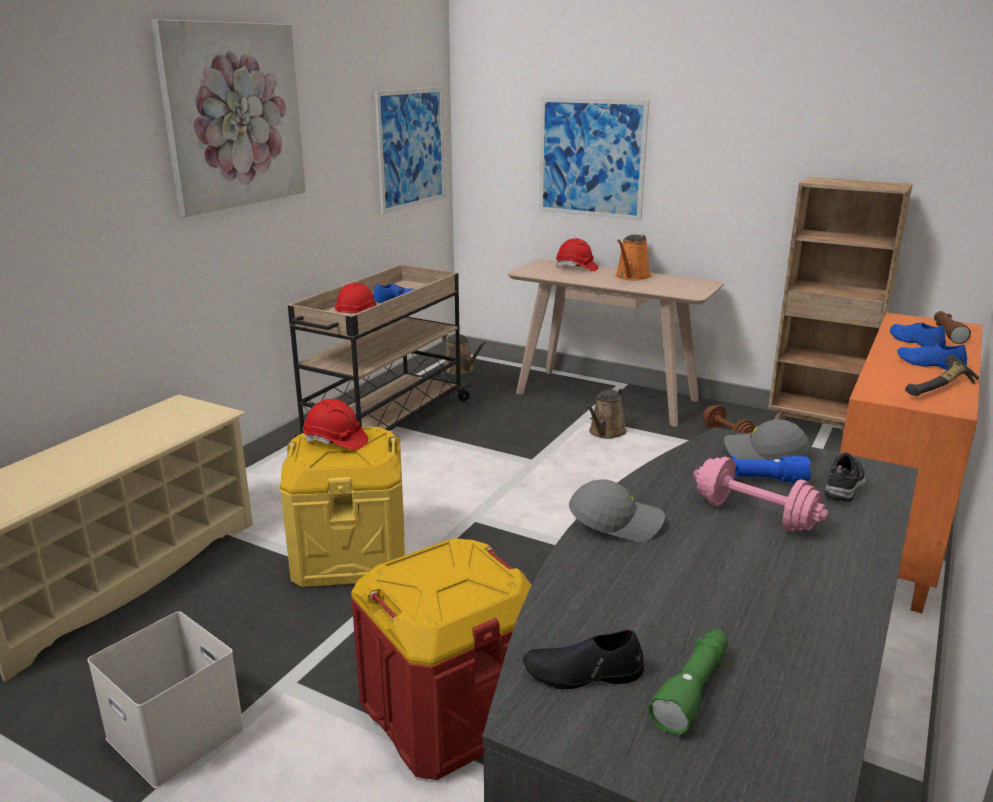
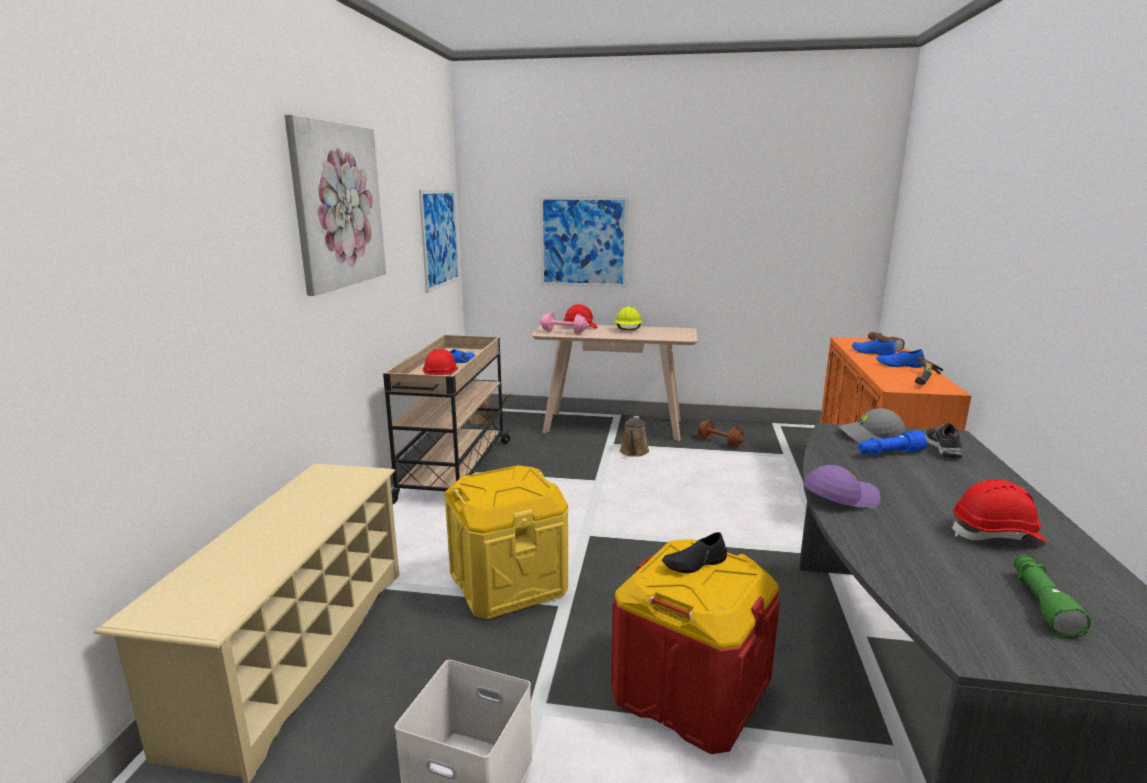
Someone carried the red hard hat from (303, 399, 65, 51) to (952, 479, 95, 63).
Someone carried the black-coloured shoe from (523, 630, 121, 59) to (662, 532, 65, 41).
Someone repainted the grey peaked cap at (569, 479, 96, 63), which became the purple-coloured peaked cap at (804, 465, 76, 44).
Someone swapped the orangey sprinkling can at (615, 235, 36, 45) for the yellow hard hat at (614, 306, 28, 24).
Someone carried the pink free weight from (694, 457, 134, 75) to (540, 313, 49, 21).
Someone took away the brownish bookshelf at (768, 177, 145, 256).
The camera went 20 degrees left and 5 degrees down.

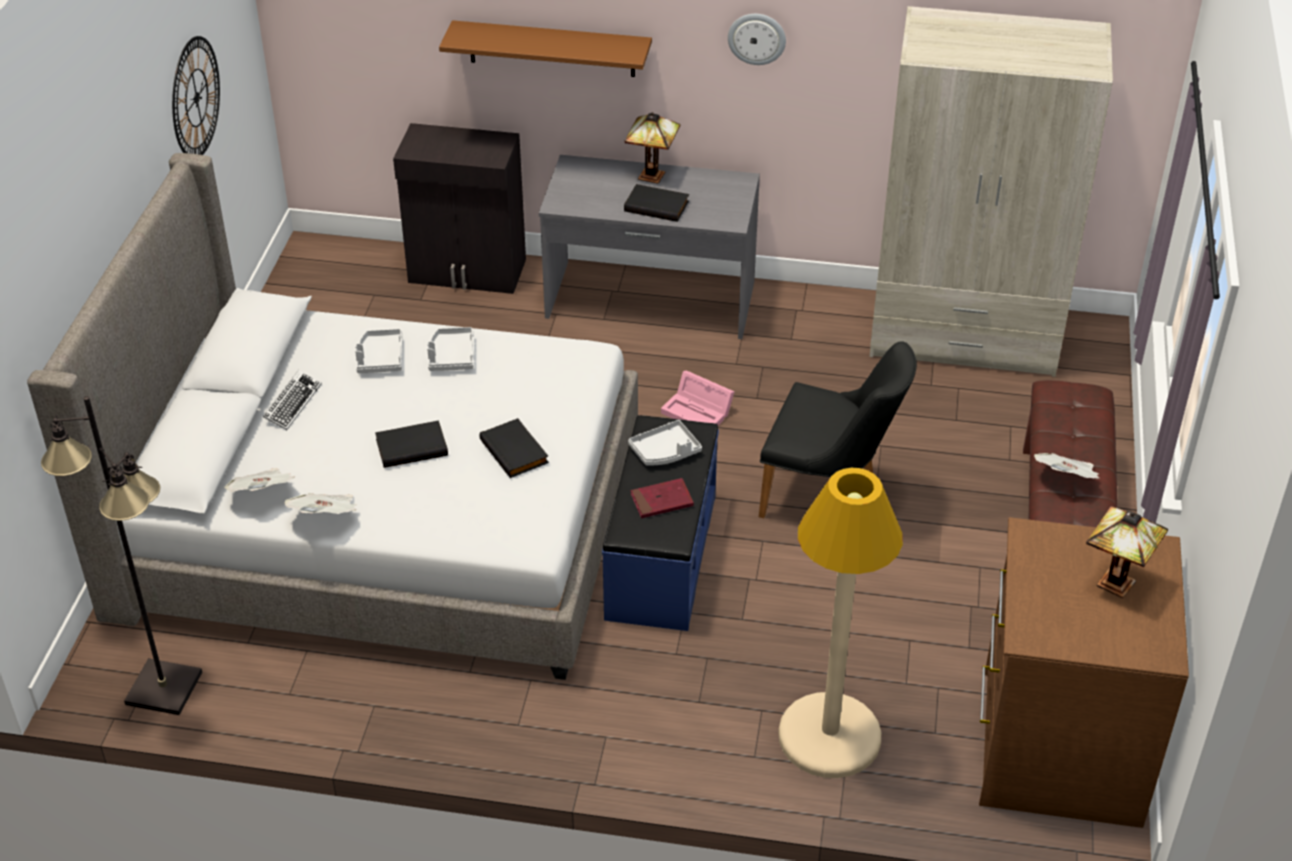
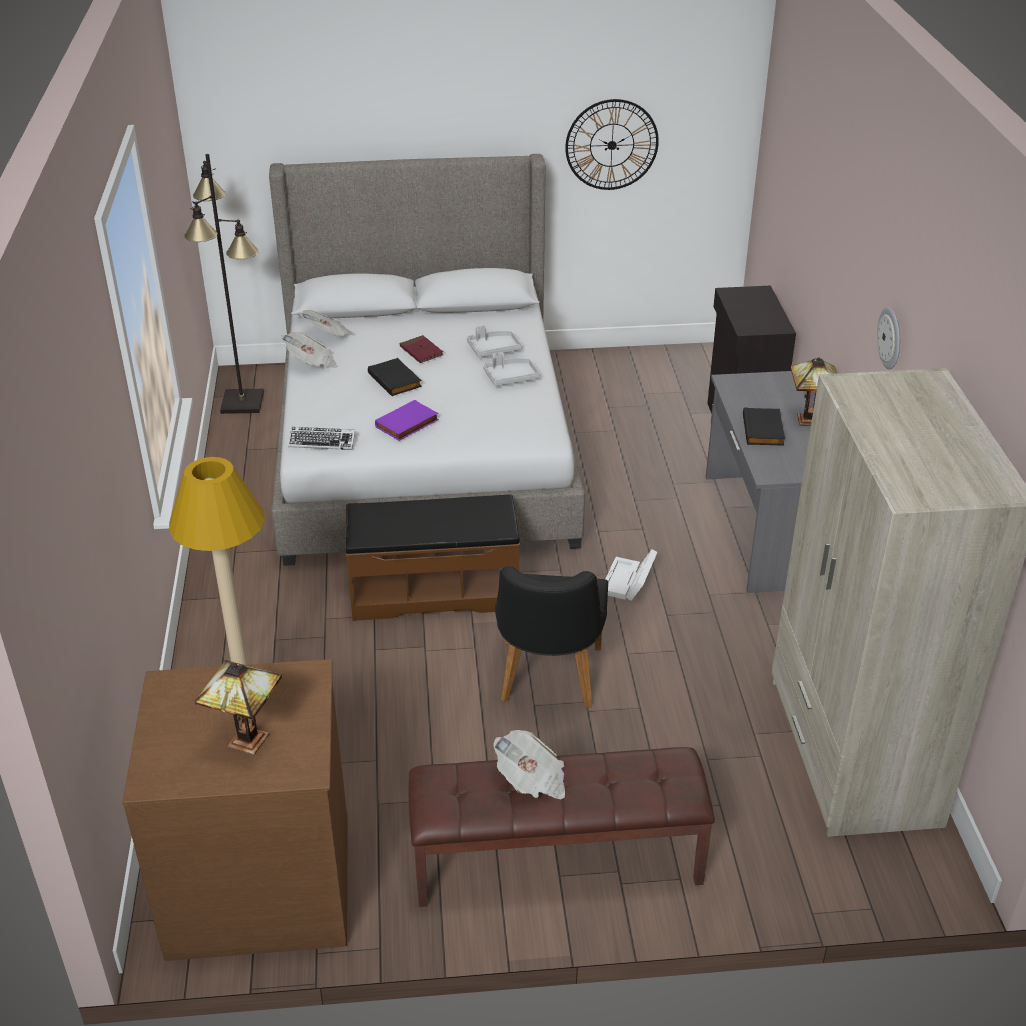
Someone carried the PC keyboard from (263, 370, 59, 60) to (288, 427, 67, 23).
Someone took away the brownish shelf at (439, 20, 213, 57).
Someone repainted the black-coloured volume at (479, 418, 70, 60), which became the purple-coloured volume at (375, 400, 64, 41).
Someone repainted the bluish indoor bench at (602, 415, 117, 216), which became the brownish indoor bench at (345, 494, 175, 127).
Someone took away the grey serving tray at (628, 420, 74, 45).
Someone carried the red volume from (631, 478, 63, 40) to (400, 335, 43, 28).
Someone repainted the pink storage bin at (661, 370, 73, 56), which became the white-coloured storage bin at (605, 549, 52, 52).
The camera went 75 degrees right and 5 degrees down.

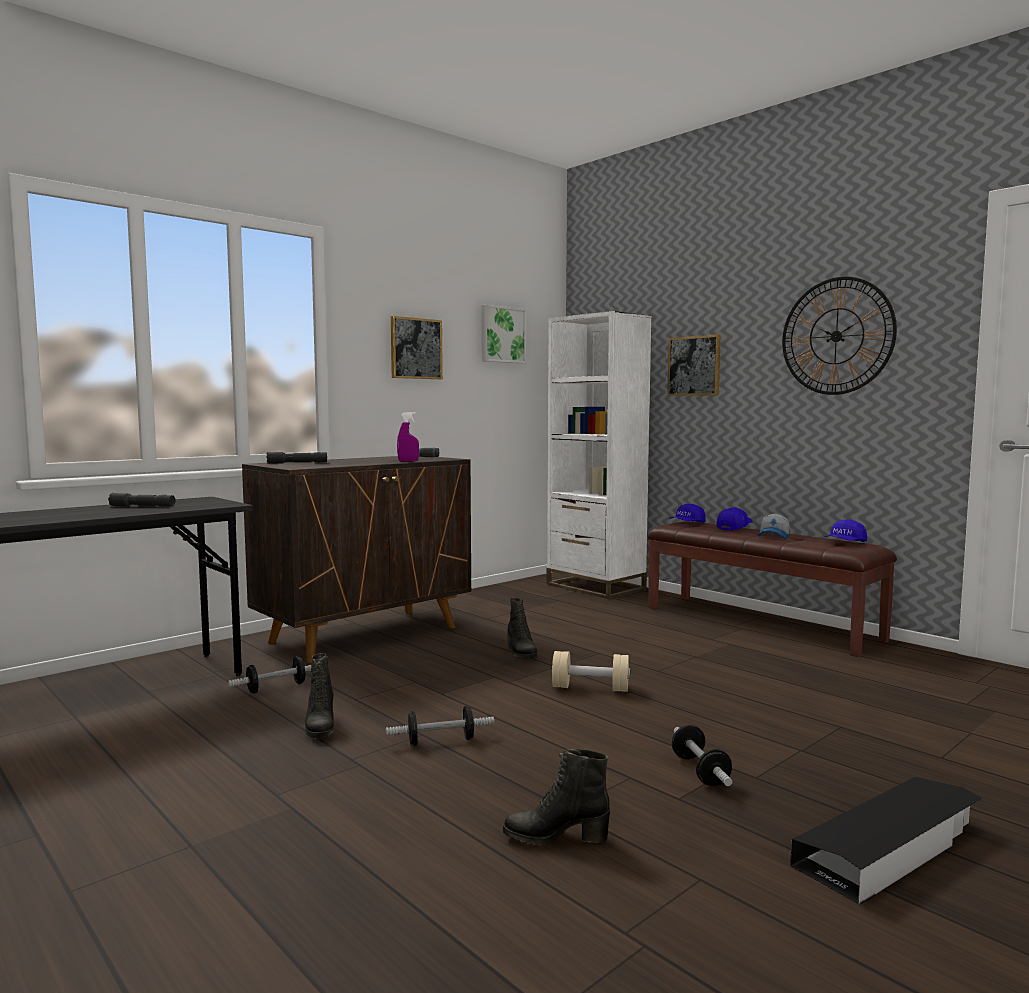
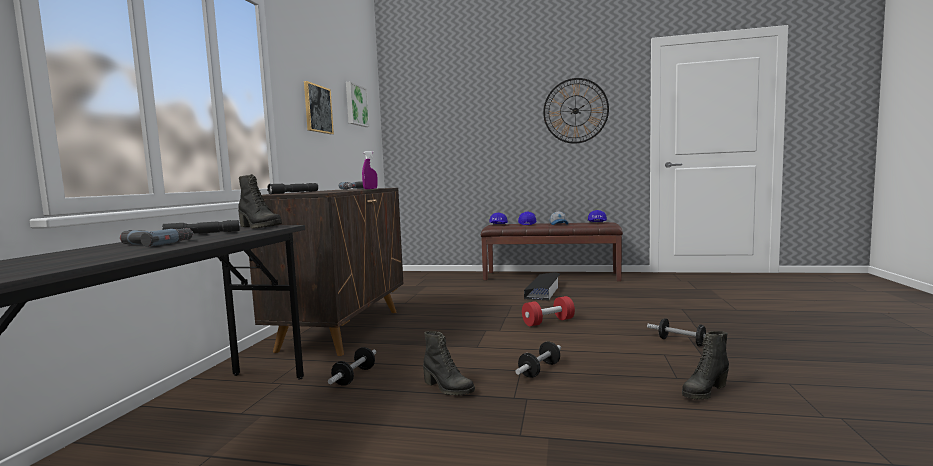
Someone carried the black-coloured boot from (507, 598, 31, 61) to (238, 174, 44, 55).
Someone took away the white-coloured bookshelf at (547, 311, 105, 288).
Someone repainted the beige free weight at (552, 651, 78, 41), which became the red free weight at (522, 296, 53, 30).
Someone took away the wall picture at (667, 334, 54, 62).
Someone carried the black-coloured storage bin from (790, 777, 192, 128) to (524, 272, 37, 29).
Someone put down the power drill at (120, 228, 73, 19).
The camera went 35 degrees left and 0 degrees up.

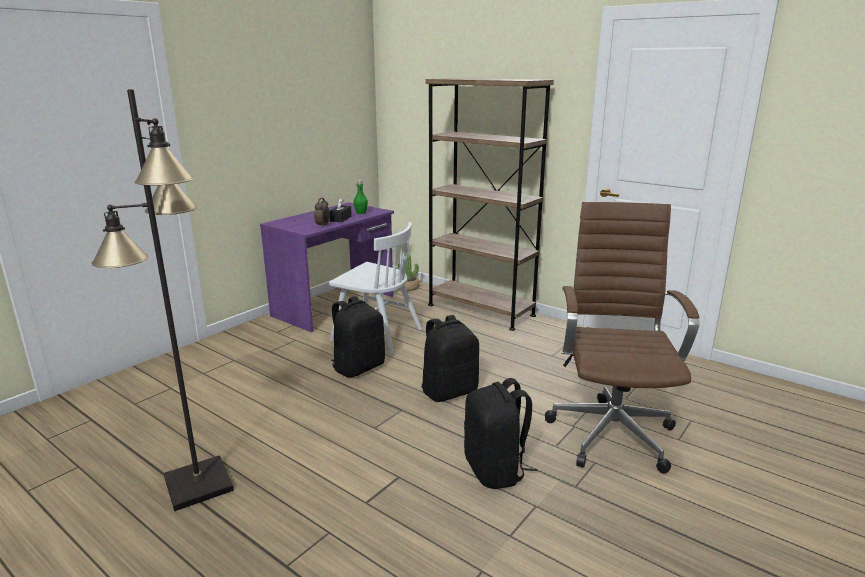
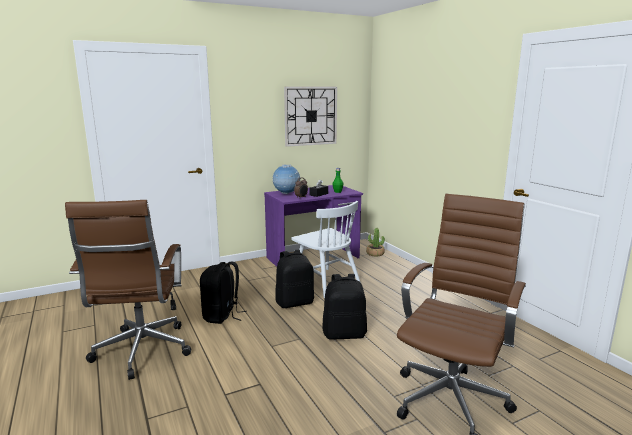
Someone swapped the black-coloured floor lamp at (92, 89, 142, 422) for the brownish computer chair at (65, 200, 126, 180).
Someone took away the brownish bookshelf at (426, 78, 128, 253).
Someone carried the black-coloured backpack from (464, 378, 74, 111) to (200, 261, 47, 63).
Someone put down the world globe at (273, 164, 27, 30).
Someone put up the wall clock at (284, 86, 53, 61).
The camera went 25 degrees right and 5 degrees down.

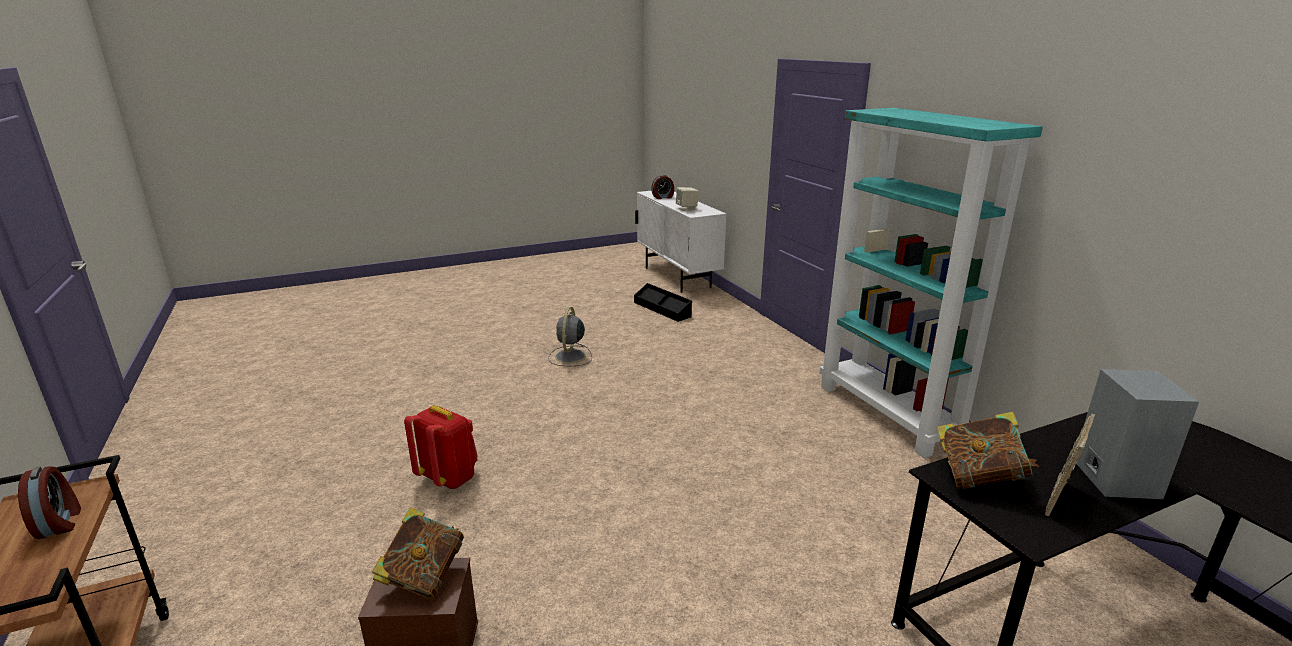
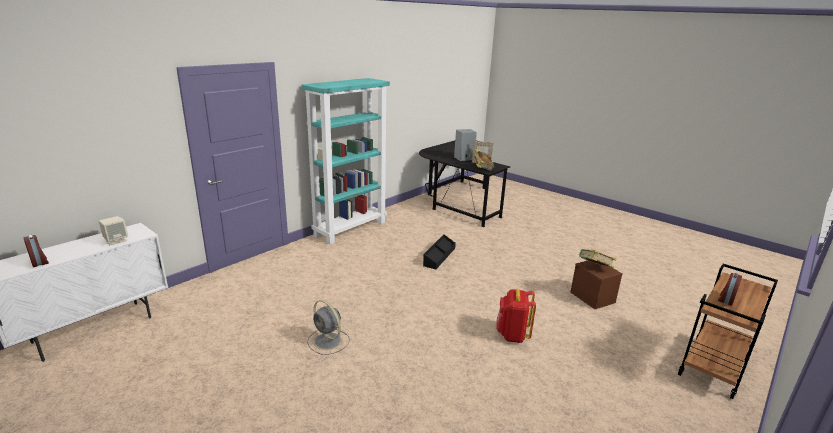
Someone rotated the grey fan at (548, 307, 44, 59) by 60 degrees clockwise.
Someone carried the black-coloured storage bin from (634, 283, 58, 39) to (423, 234, 33, 35).
The camera went 115 degrees left and 0 degrees up.

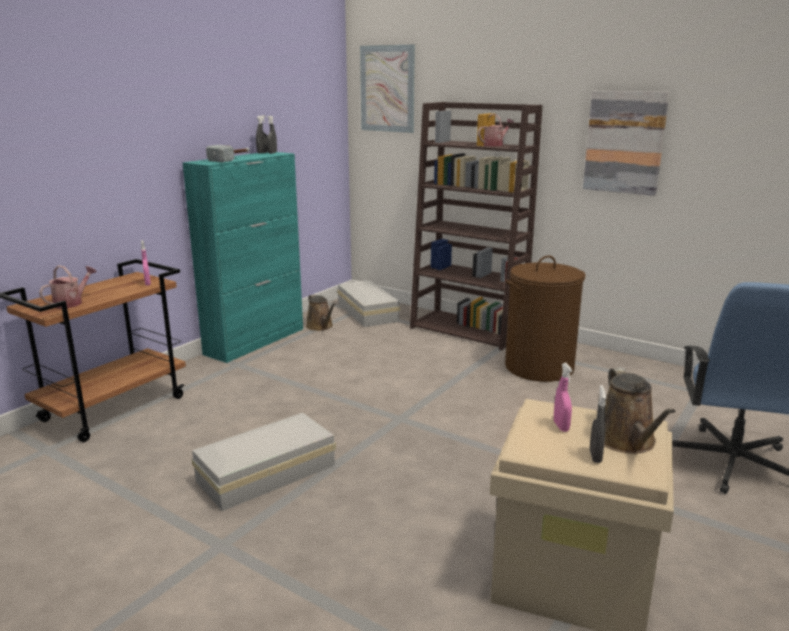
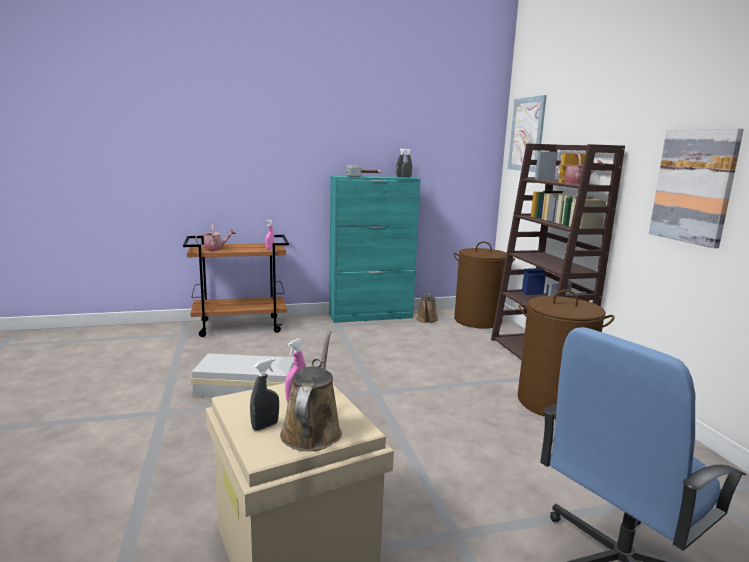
Someone swapped the white-coloured storage bin at (337, 280, 63, 47) for the brownish hamper at (453, 241, 62, 88).
Someone rotated the brownish sprinkling can at (604, 367, 72, 86) by 150 degrees clockwise.
The camera went 40 degrees right and 5 degrees down.

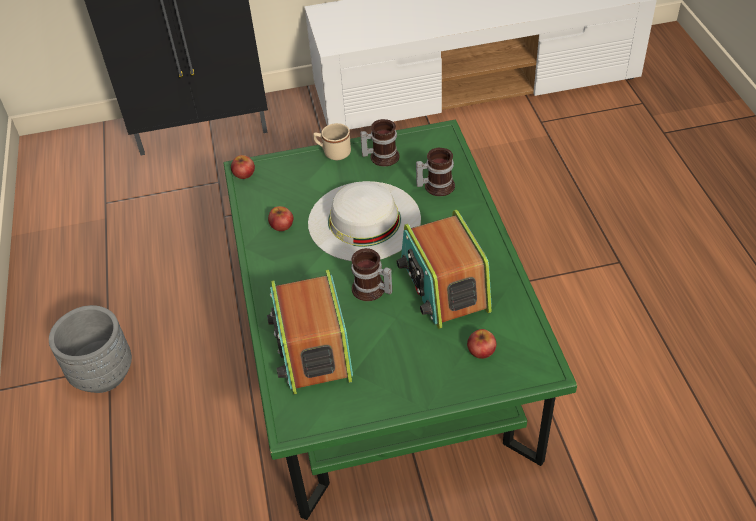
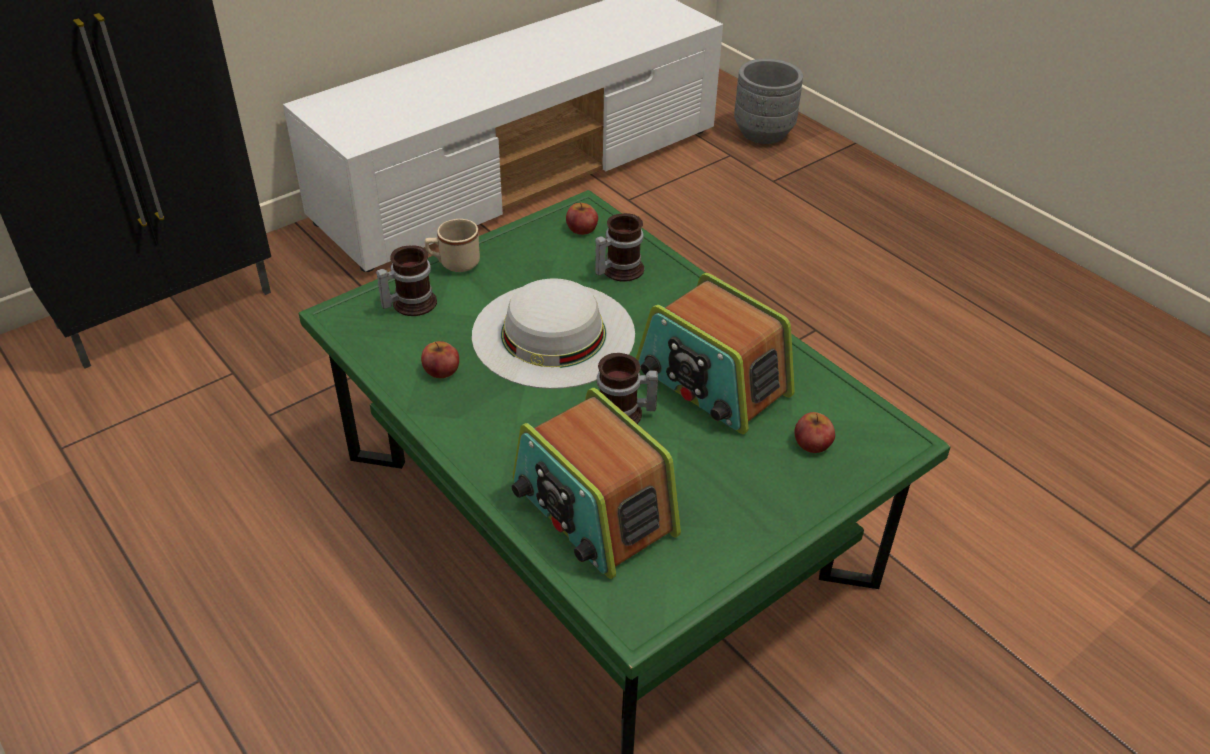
Someone carried the grey plant pot from (49, 305, 83, 88) to (734, 59, 69, 85).
Someone carried the apple fruit from (231, 155, 24, 24) to (566, 202, 32, 33).
Someone carried the mug from (360, 119, 40, 47) to (376, 245, 61, 71).
The camera went 30 degrees left and 5 degrees down.

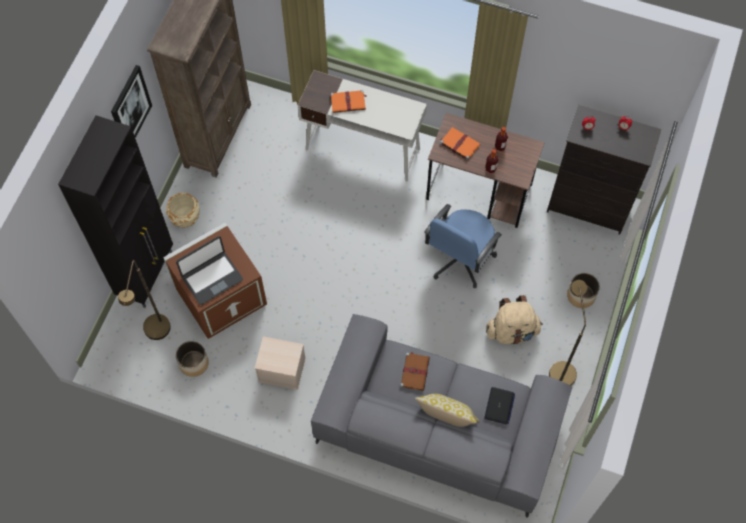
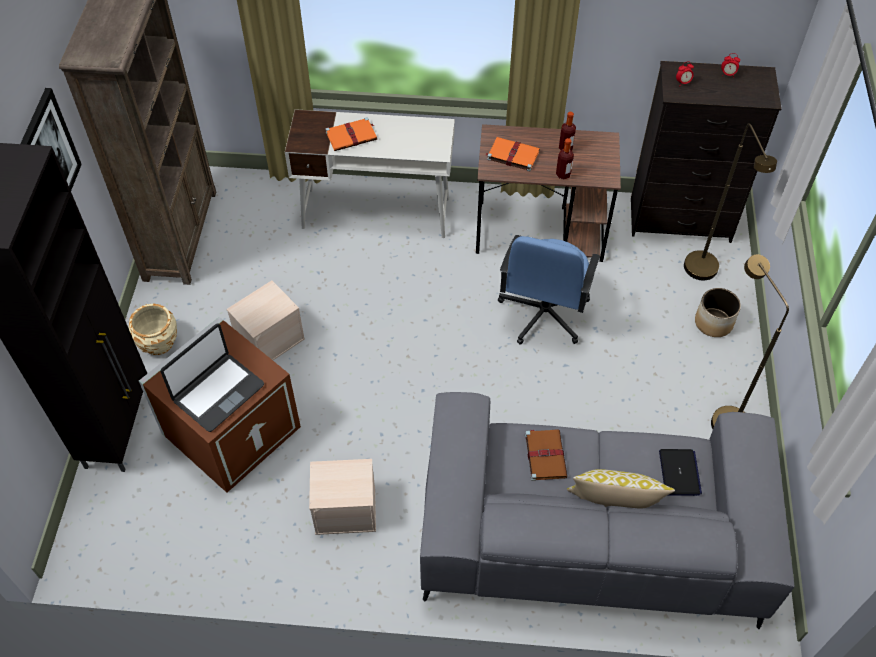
Someone carried the brownish floor lamp from (118, 260, 53, 80) to (684, 123, 93, 157).
Someone took away the plant pot at (176, 341, 33, 36).
Someone took away the beige backpack at (486, 295, 57, 49).
Someone put down the beige storage bin at (226, 280, 79, 80).
The camera went 15 degrees left and 10 degrees down.

